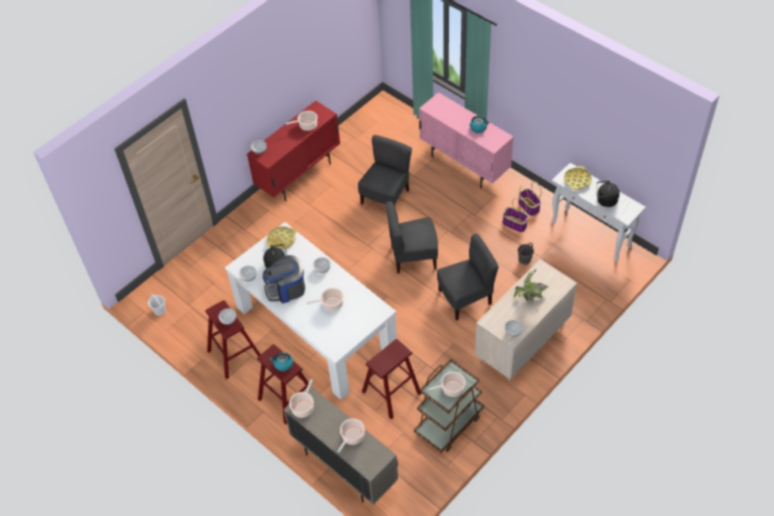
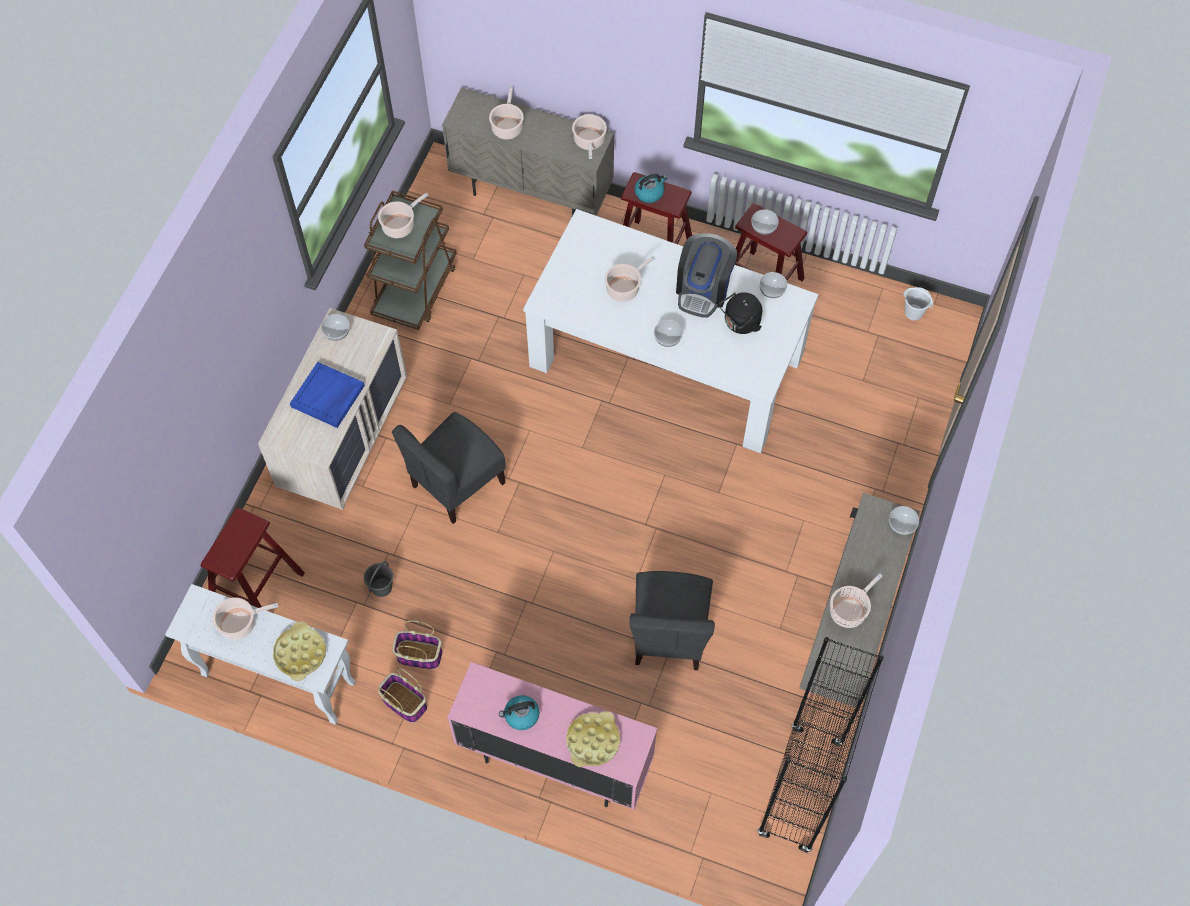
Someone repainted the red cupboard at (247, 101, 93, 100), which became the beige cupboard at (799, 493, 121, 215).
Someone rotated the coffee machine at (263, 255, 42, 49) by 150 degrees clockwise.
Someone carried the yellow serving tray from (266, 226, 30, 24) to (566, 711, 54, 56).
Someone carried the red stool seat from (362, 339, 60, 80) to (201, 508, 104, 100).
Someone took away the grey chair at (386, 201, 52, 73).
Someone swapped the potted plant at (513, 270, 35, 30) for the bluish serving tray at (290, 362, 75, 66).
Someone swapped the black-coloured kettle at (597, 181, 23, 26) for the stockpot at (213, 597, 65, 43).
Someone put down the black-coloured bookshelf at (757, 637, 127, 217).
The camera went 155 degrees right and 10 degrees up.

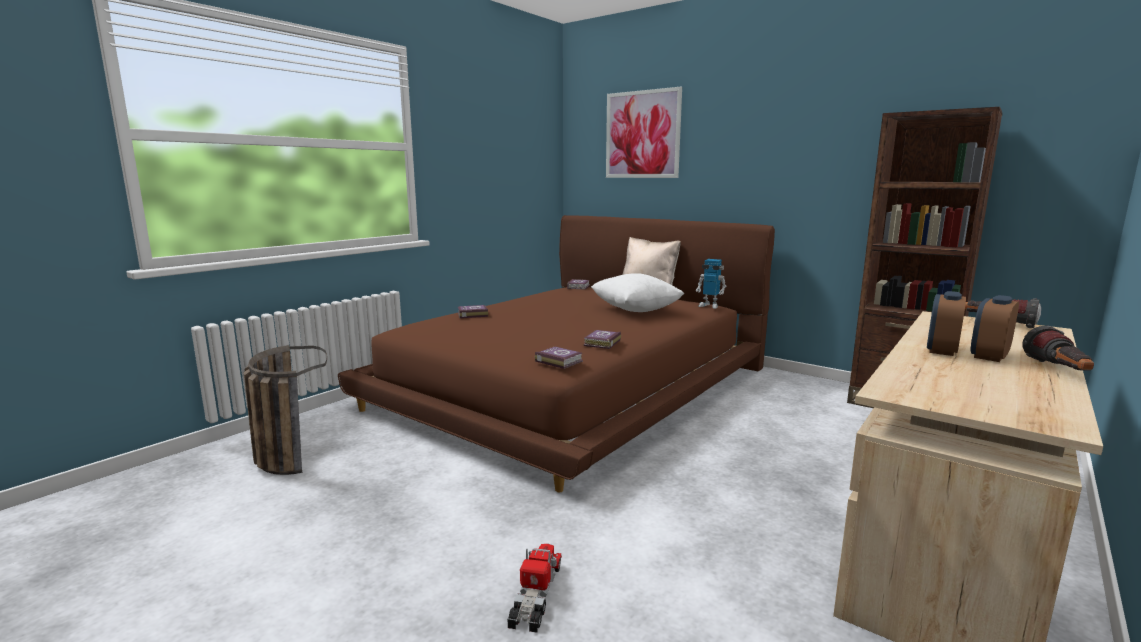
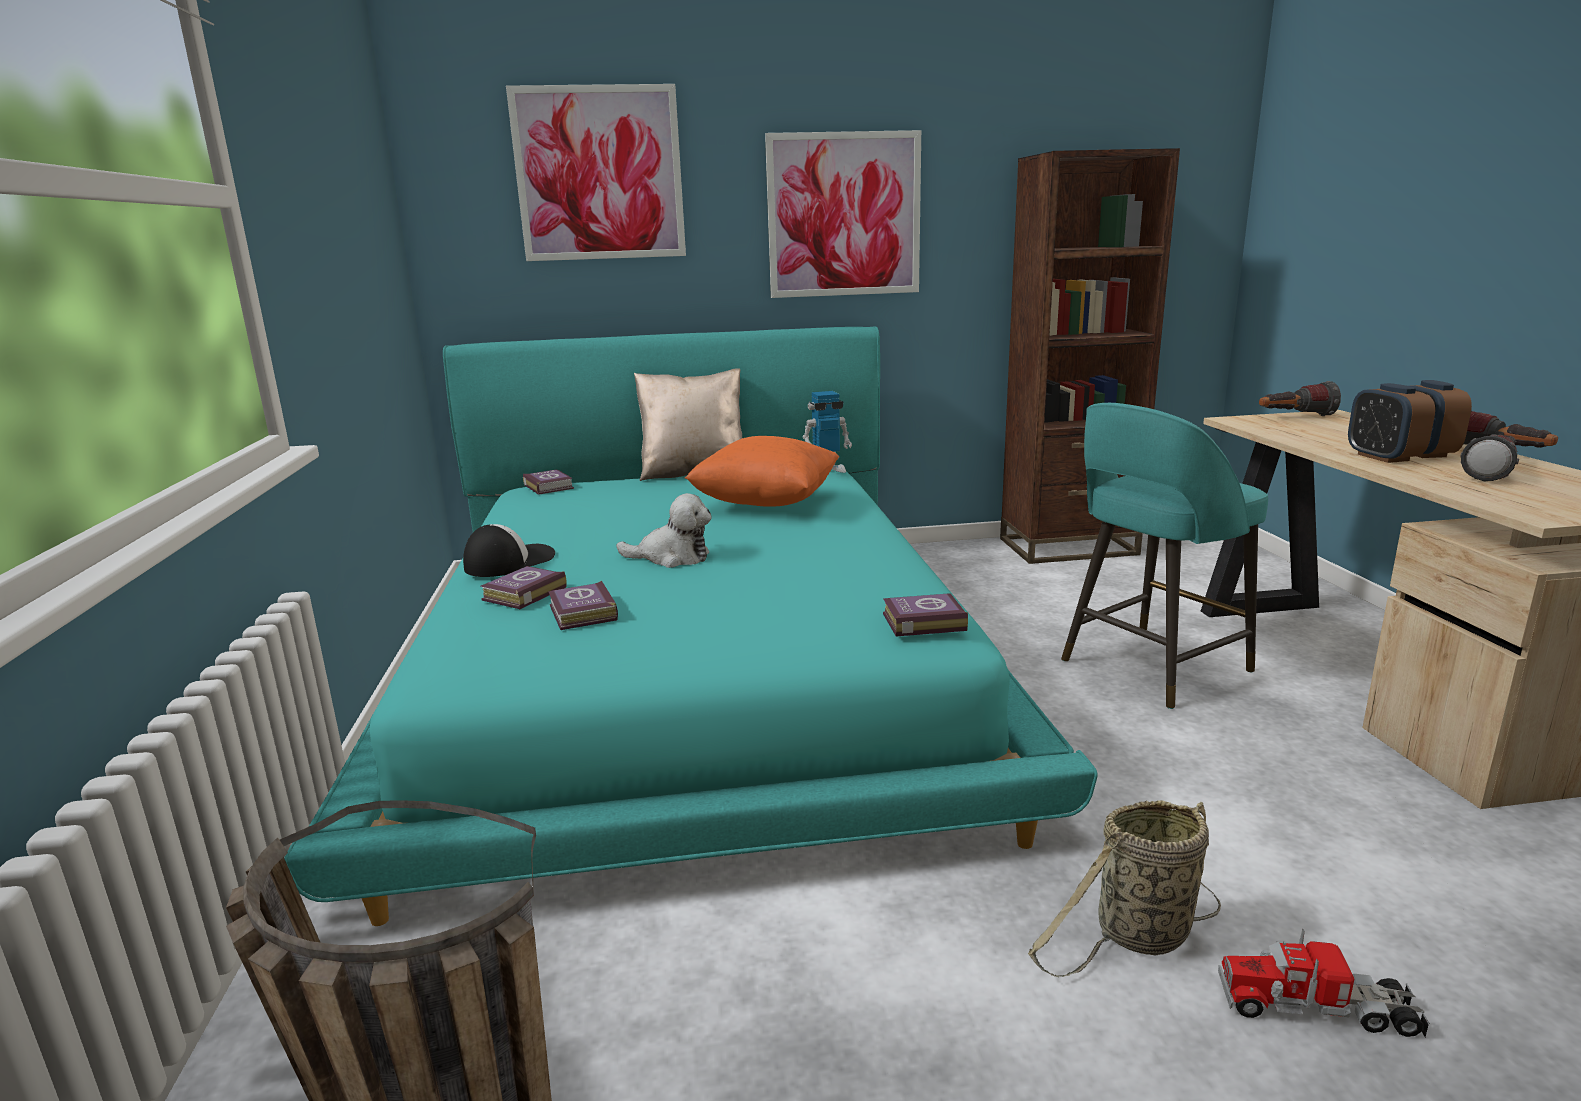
Someone repainted the brownish bed at (338, 215, 437, 277), which became the turquoise bed at (284, 326, 814, 600).
Someone rotated the model truck at (507, 543, 55, 90) by 45 degrees counterclockwise.
Someone carried the volume from (583, 330, 38, 19) to (548, 581, 70, 49).
Someone repainted the white-coloured throw pillow at (591, 273, 93, 39), which became the orangey throw pillow at (685, 436, 154, 71).
Someone put down the peaked cap at (463, 524, 92, 53).
Someone put down the cuddly toy at (616, 493, 95, 75).
Someone put up the wall picture at (765, 130, 156, 168).
Someone put down the storage basket at (1028, 800, 193, 177).
Someone put down the turquoise stool seat at (1061, 403, 207, 306).
Someone put down the torch at (1460, 434, 59, 47).
The camera went 45 degrees left and 5 degrees up.

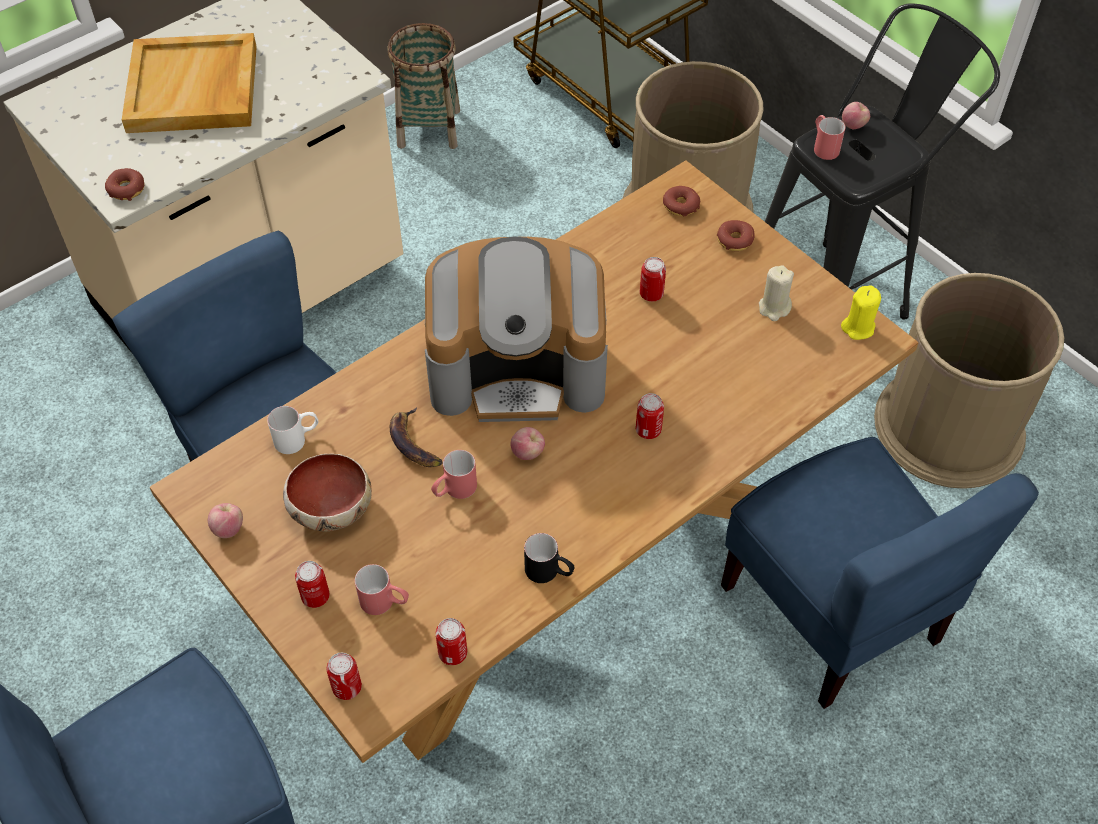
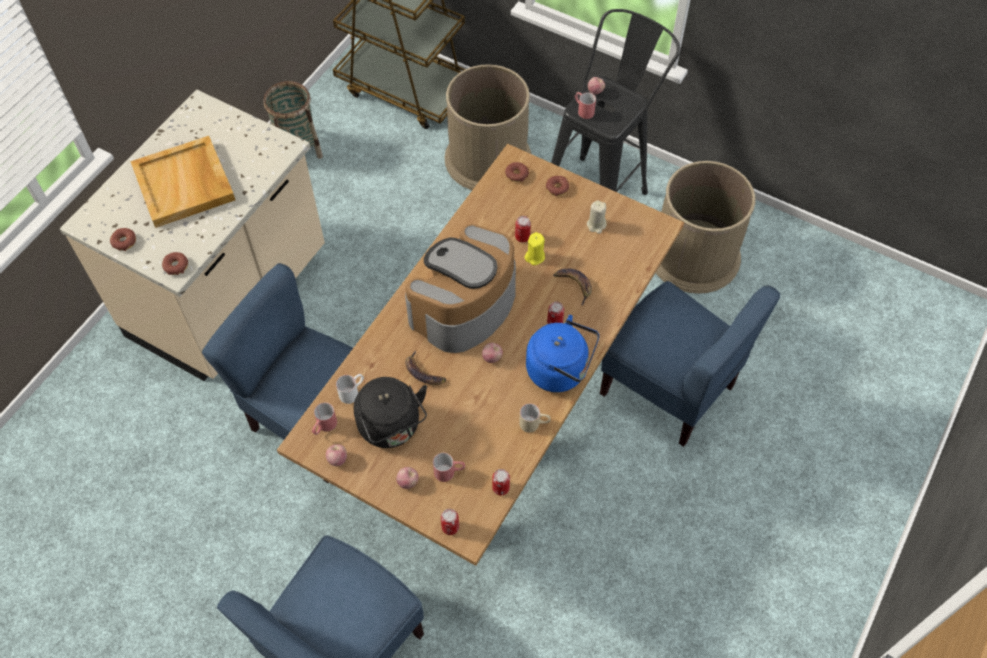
Someone swapped the bowl at (283, 454, 89, 78) for the black-coloured kettle at (354, 377, 73, 71).
Someone swapped the sealed can at (295, 561, 35, 47) for the apple fruit at (396, 467, 23, 22).
Someone rotated the coffee machine at (425, 237, 183, 185) by 150 degrees clockwise.
Someone carried the red mug from (431, 450, 46, 49) to (312, 403, 25, 32).
Someone repainted the black-coloured mug at (524, 533, 50, 50), which became the beige mug at (519, 403, 32, 30).
Someone carried the yellow wax light from (841, 285, 40, 55) to (525, 232, 20, 33).
Someone put down the donut at (110, 228, 26, 23).
Someone put down the bluish kettle at (526, 315, 73, 77).
Someone put down the whole banana at (553, 268, 39, 37).
The camera went 20 degrees left and 5 degrees up.

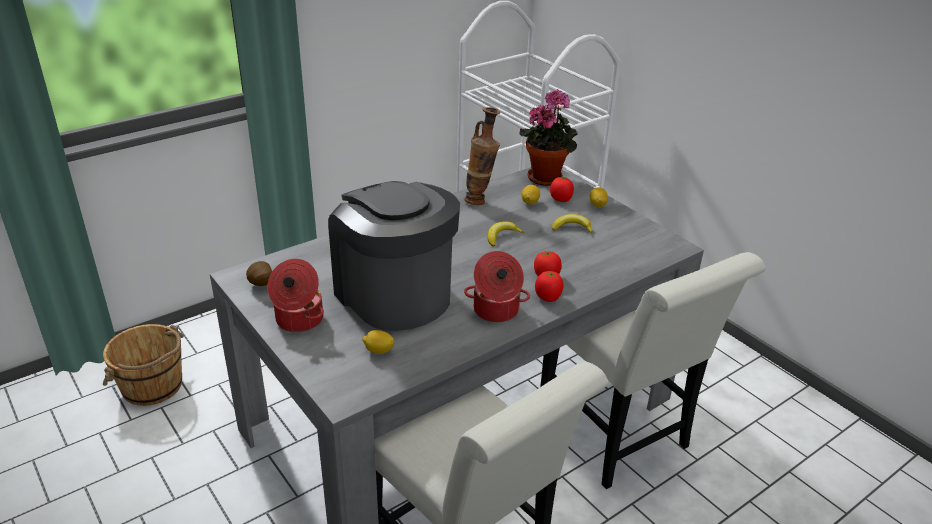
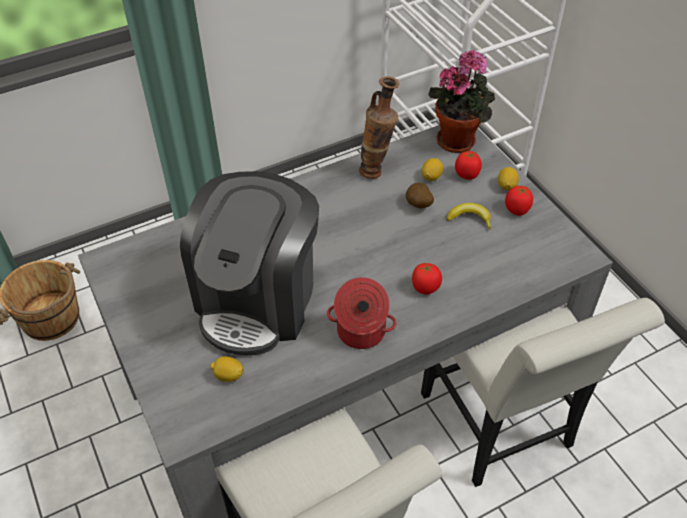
Someone carried the potato from (246, 261, 26, 25) to (406, 183, 28, 26).
Someone took away the stockpot at (267, 259, 57, 73).
Someone rotated the coffee machine at (328, 181, 132, 150) by 135 degrees counterclockwise.
Someone took away the whole banana at (487, 221, 37, 26).
Someone carried the tomato from (535, 271, 29, 31) to (505, 186, 28, 30).
The camera went 10 degrees right and 15 degrees up.

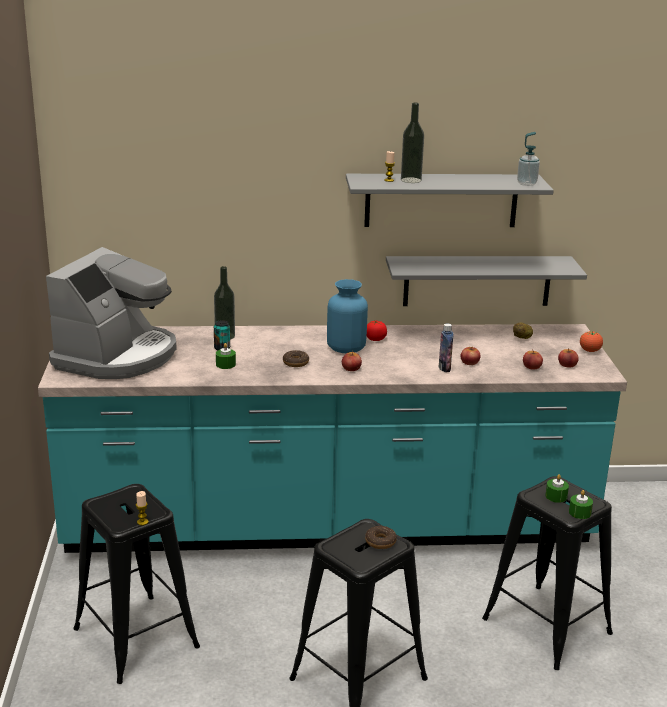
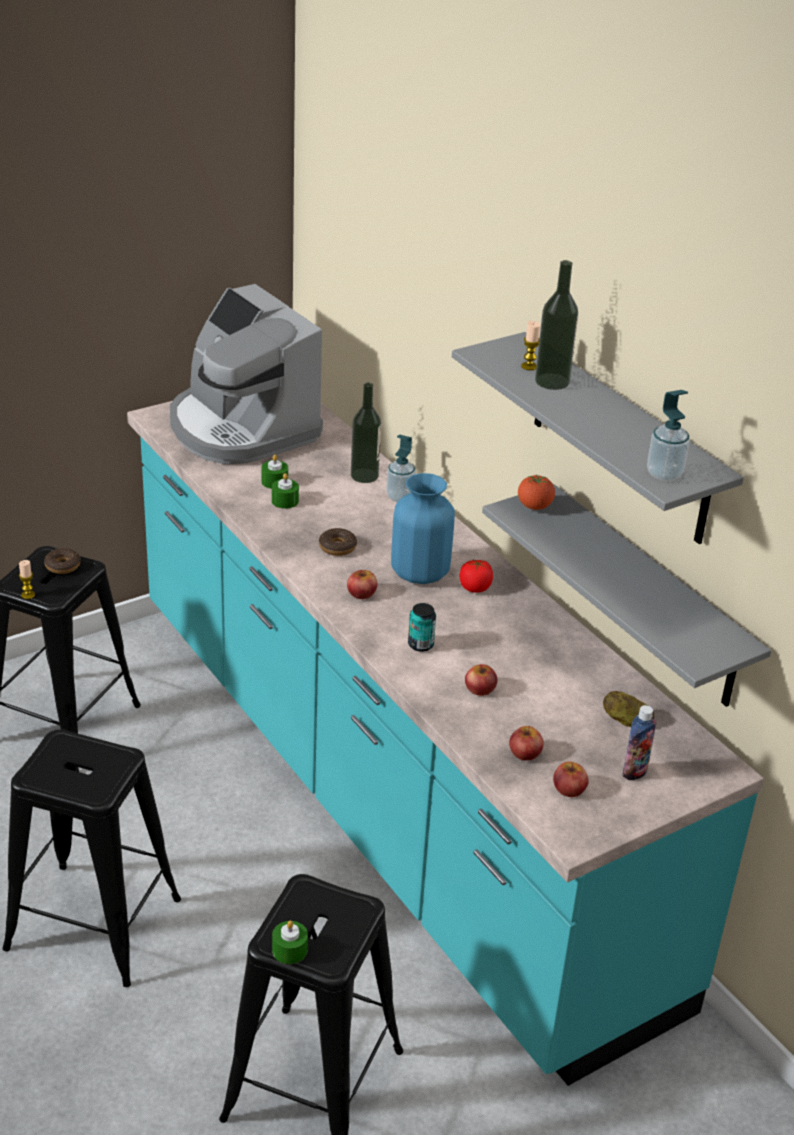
Someone rotated the coffee machine at (46, 247, 131, 132) by 60 degrees clockwise.
Someone carried the sealed can from (214, 320, 16, 30) to (408, 603, 28, 49).
Someone carried the donut from (365, 526, 32, 23) to (44, 548, 37, 26).
Someone carried the beverage bottle from (439, 324, 14, 48) to (623, 705, 34, 75).
Someone carried the green wax light from (545, 474, 24, 29) to (262, 454, 26, 35).
Someone carried the tomato from (580, 331, 23, 21) to (518, 475, 37, 35).
Someone put down the soap bottle at (386, 435, 30, 67).
The camera went 60 degrees right and 10 degrees up.

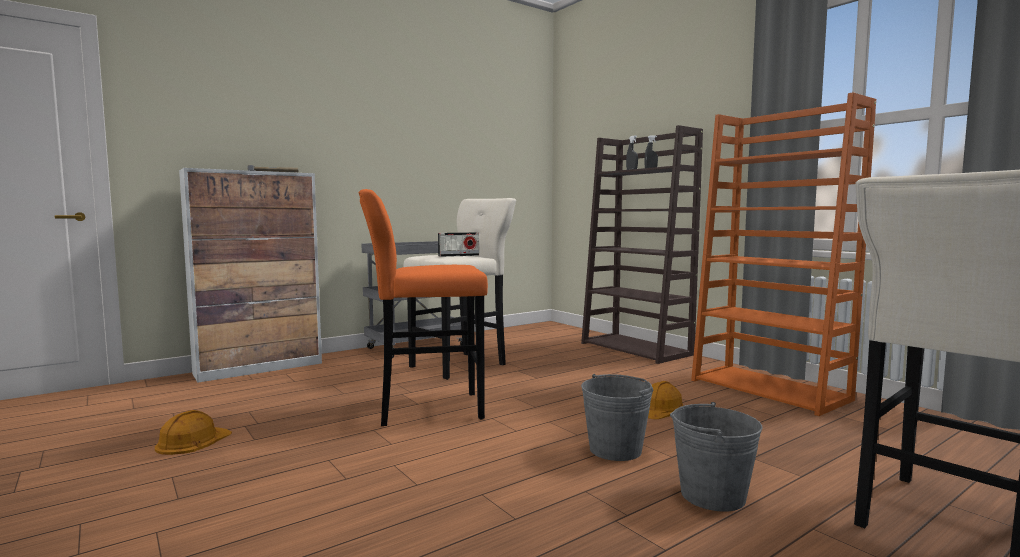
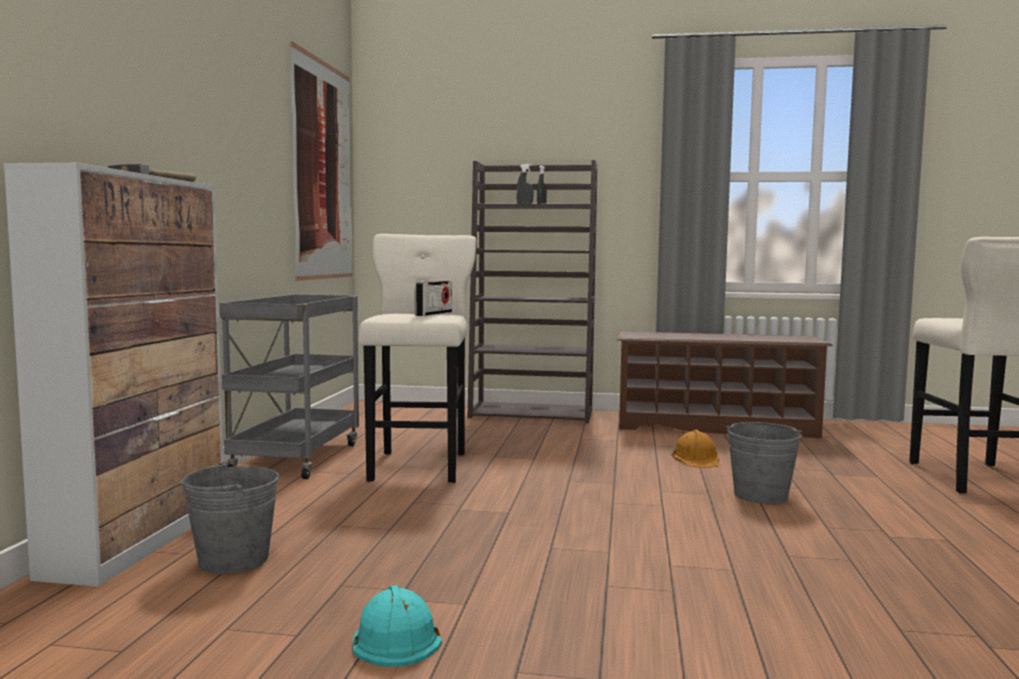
Someone repainted the orangey hard hat at (155, 410, 77, 45), which became the turquoise hard hat at (353, 585, 89, 82).
Someone took away the orangey stool seat at (359, 189, 129, 237).
Someone carried the grey pail from (670, 402, 93, 110) to (180, 462, 99, 112).
Someone swapped the orangey bookshelf at (691, 92, 185, 324) for the brownish shoe rack at (617, 331, 216, 107).
Someone put up the wall picture at (290, 41, 62, 240).
The camera went 45 degrees left and 0 degrees up.

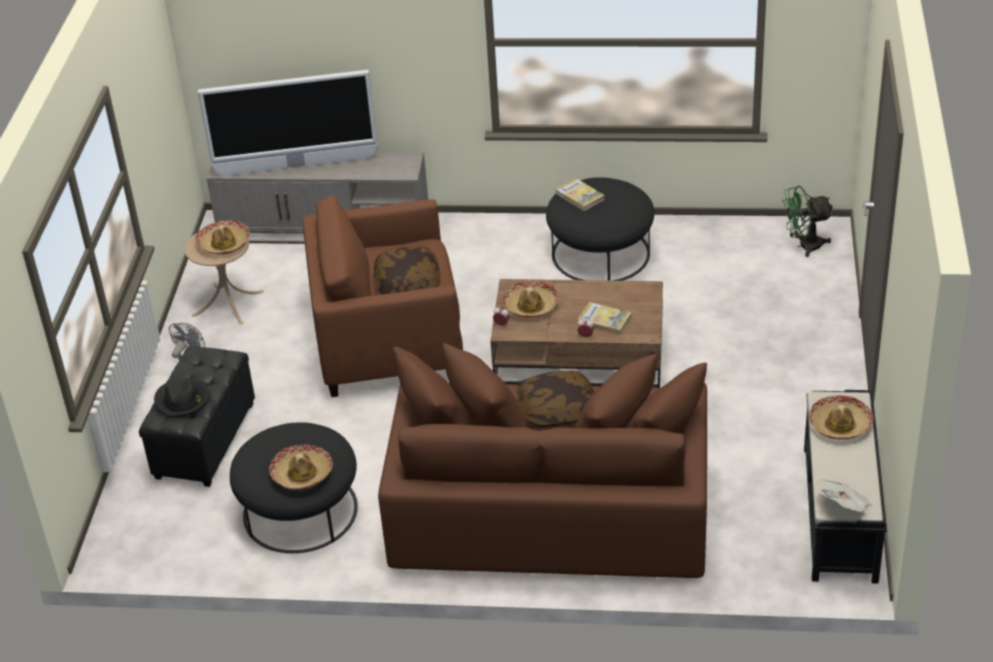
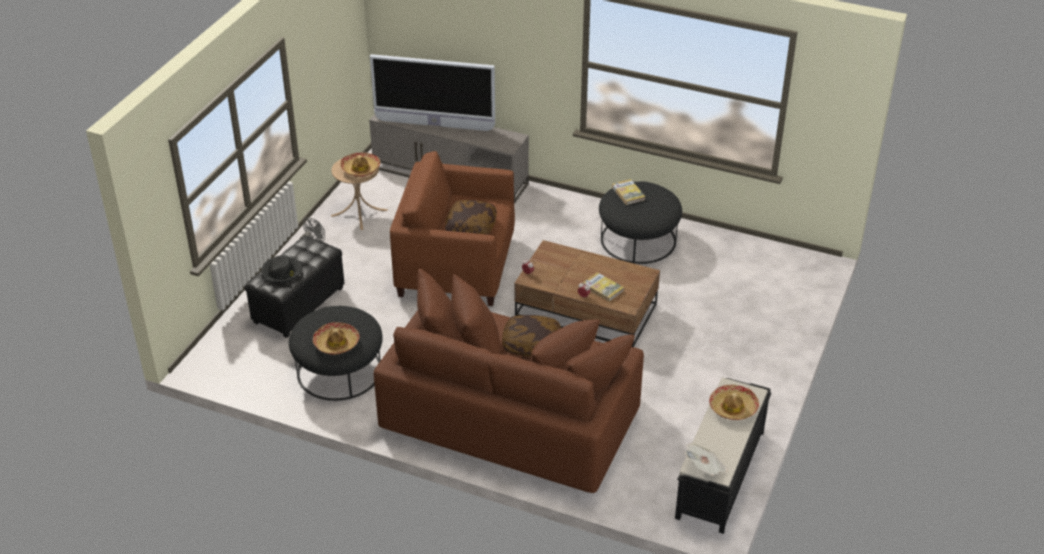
Someone took away the hat at (502, 281, 57, 37).
Someone took away the green fan at (782, 186, 51, 71).
The camera went 15 degrees right and 0 degrees up.

